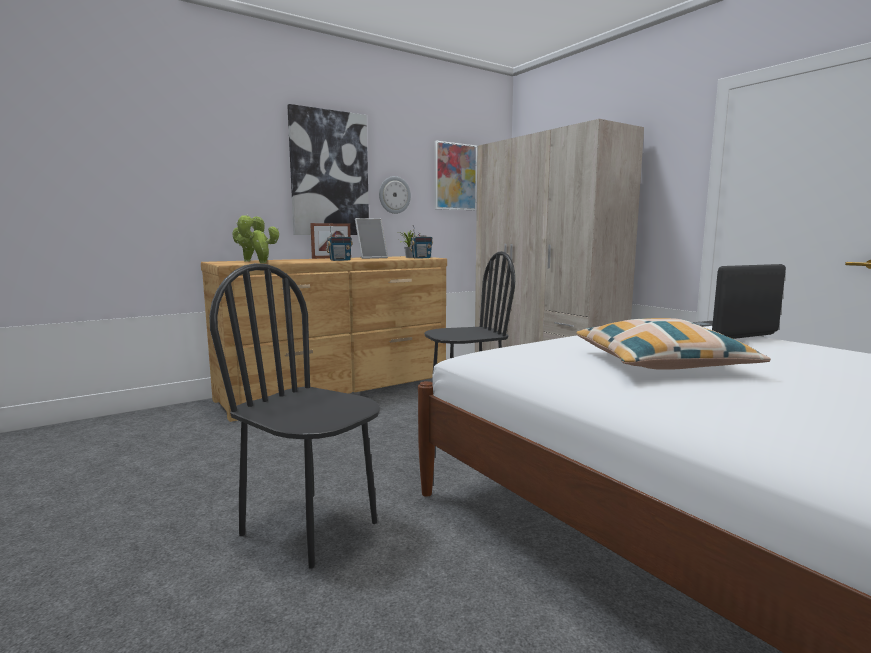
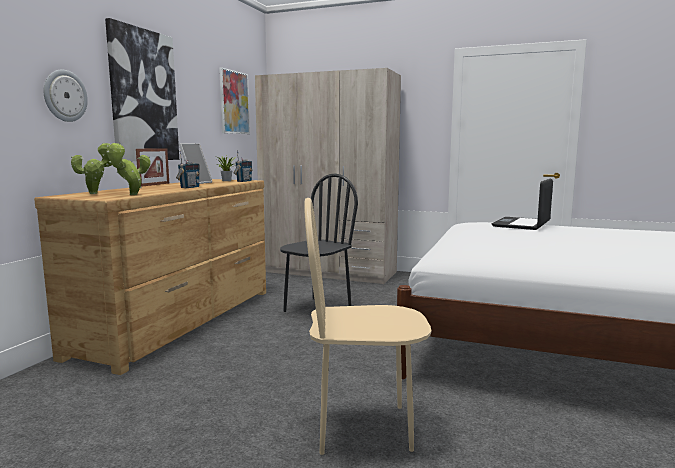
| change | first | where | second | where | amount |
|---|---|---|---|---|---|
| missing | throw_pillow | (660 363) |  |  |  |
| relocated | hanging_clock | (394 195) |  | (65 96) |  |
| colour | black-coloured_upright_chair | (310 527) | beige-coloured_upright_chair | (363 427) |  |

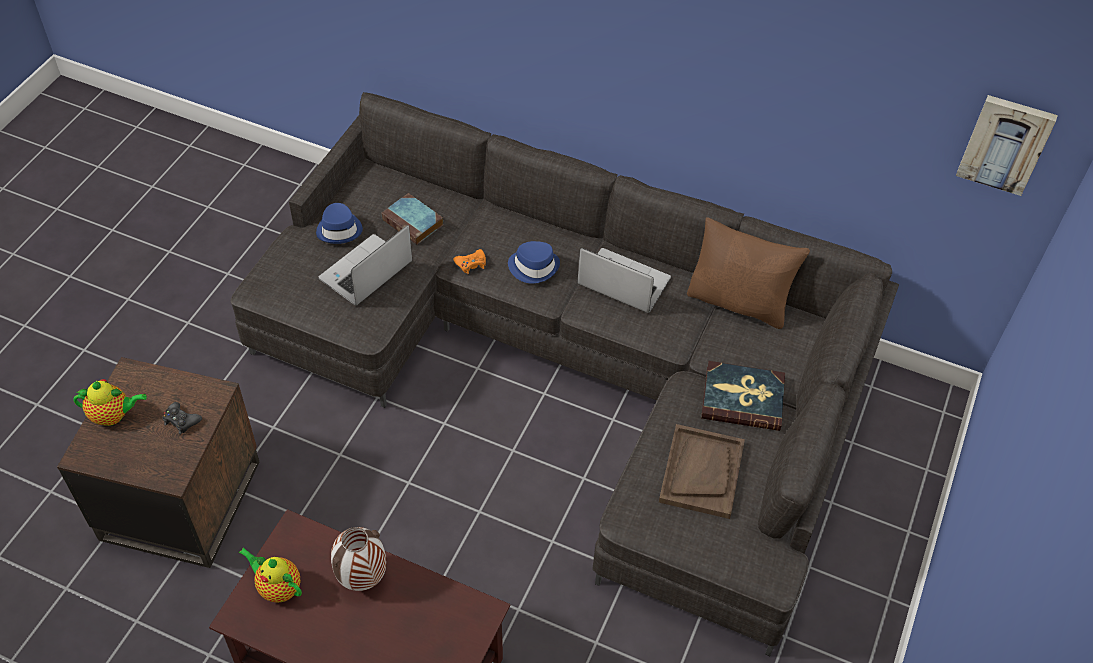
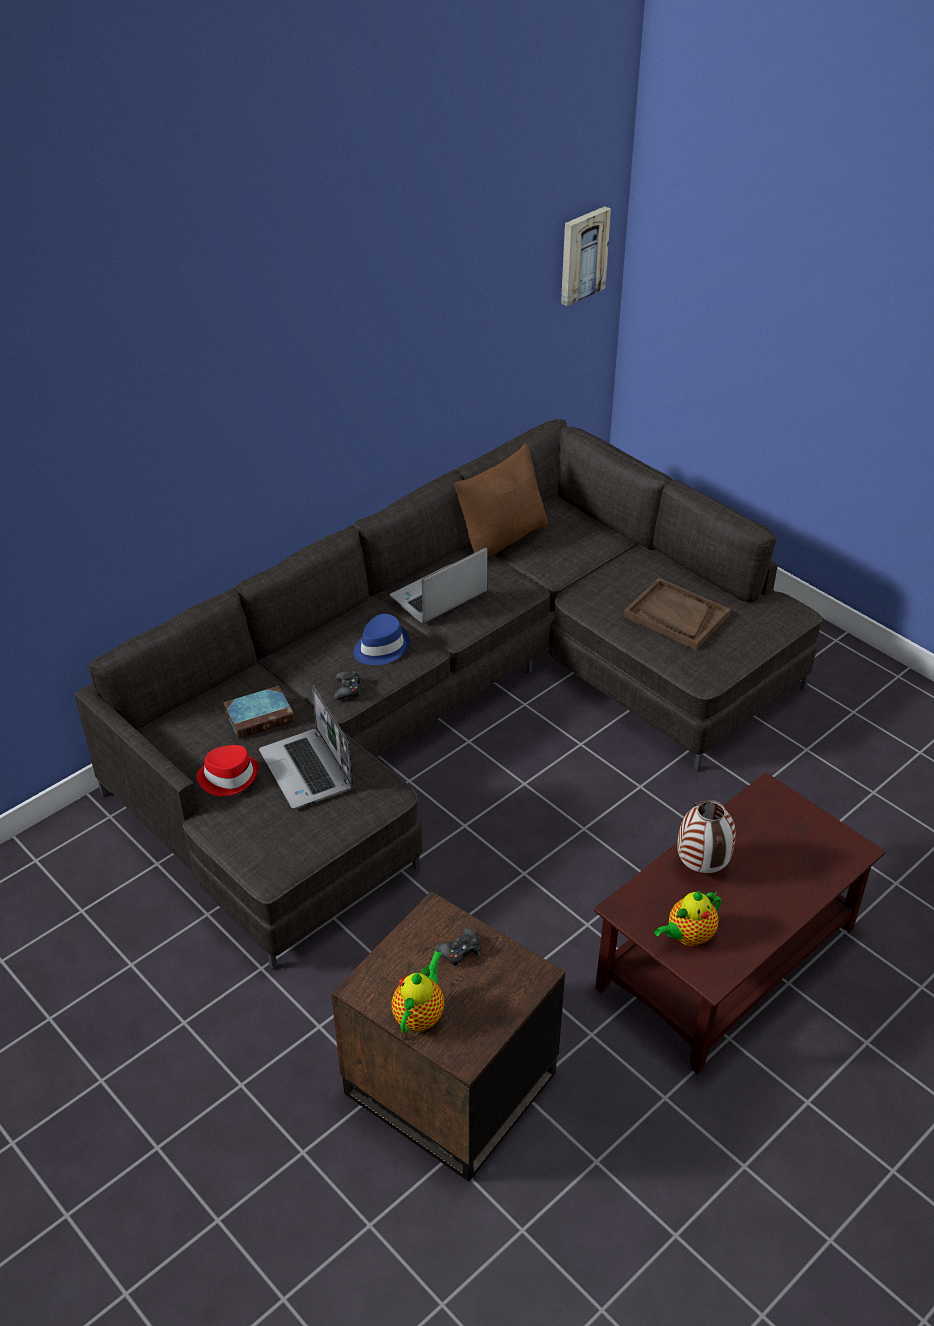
| change | first | where | second | where | amount |
|---|---|---|---|---|---|
| missing | book | (742 398) |  |  |  |
| colour | blue_clothing_hat | (340 229) | red_clothing_hat | (229 776) |  |
| colour | orangey_game_controller | (471 264) | black-coloured_game_controller | (348 689) |  |

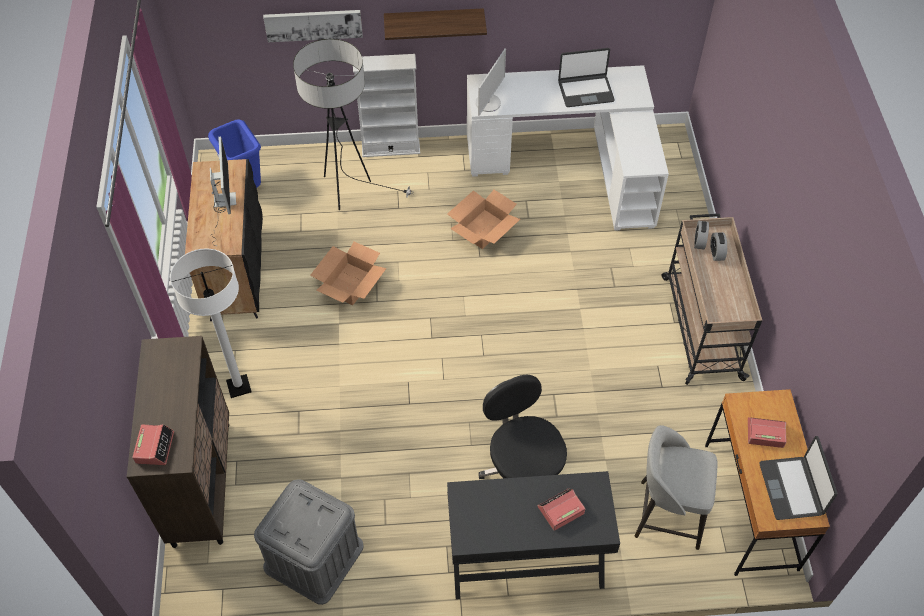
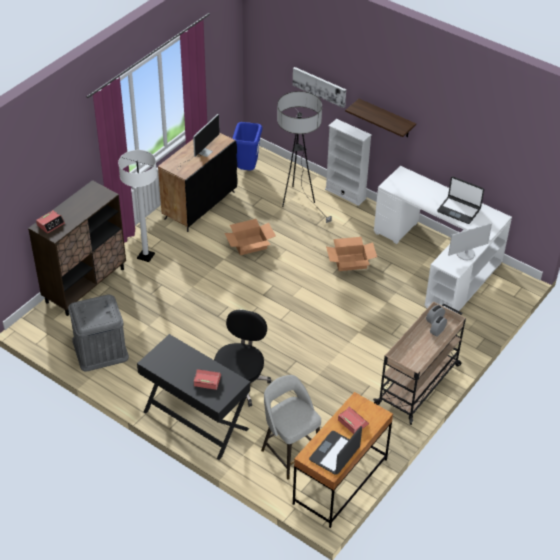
| change | first | where | second | where | amount |
|---|---|---|---|---|---|
| relocated | computer_display | (488 103) |  | (466 254) |  |

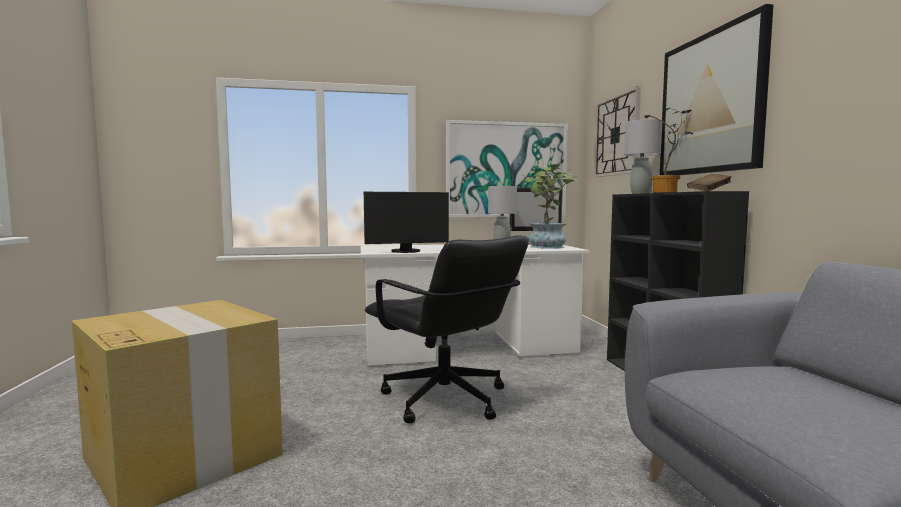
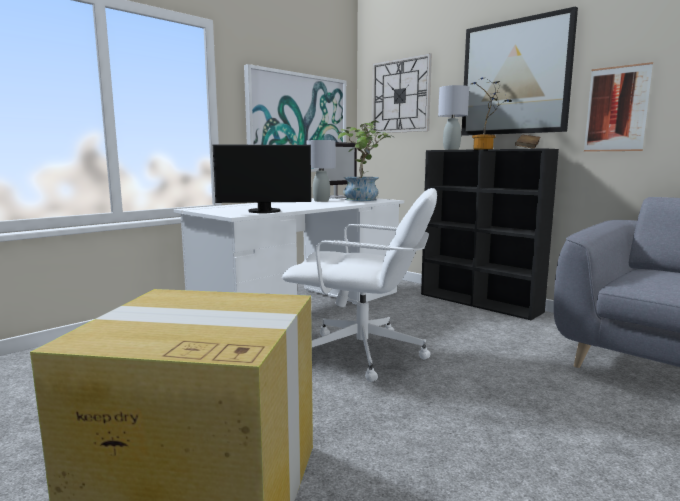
| change | first | where | second | where | amount |
|---|---|---|---|---|---|
| appeared |  |  | picture | (616 109) |  |
| colour | black-coloured_office_chair | (445 400) | white_office_chair | (364 354) |  |
| spun | computer_display | (406 251) |  | (264 211) | 45 degrees clockwise |

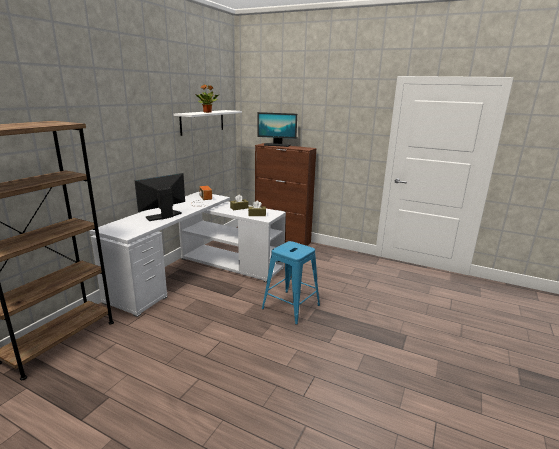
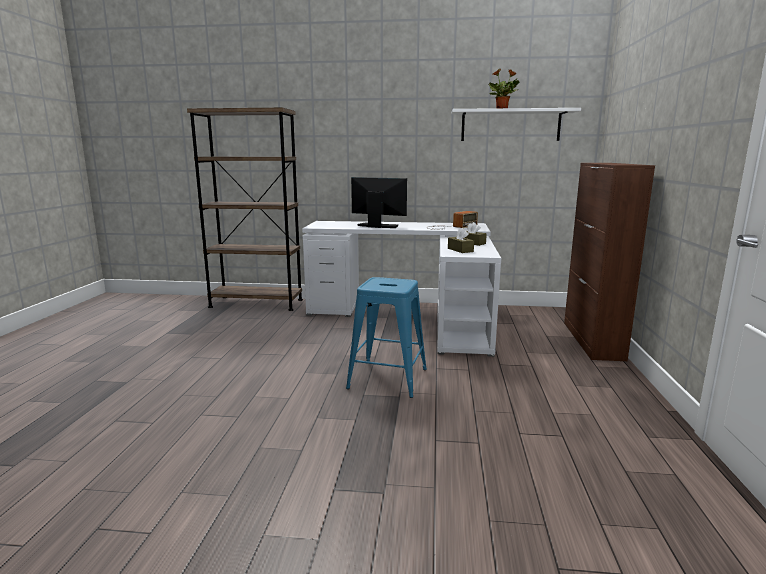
| change | first | where | second | where | amount |
|---|---|---|---|---|---|
| missing | computer_display | (276 145) |  |  |  |

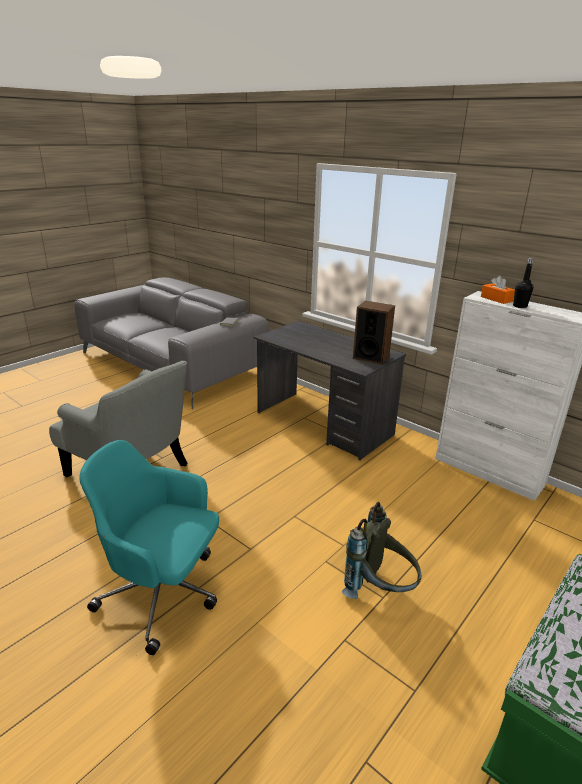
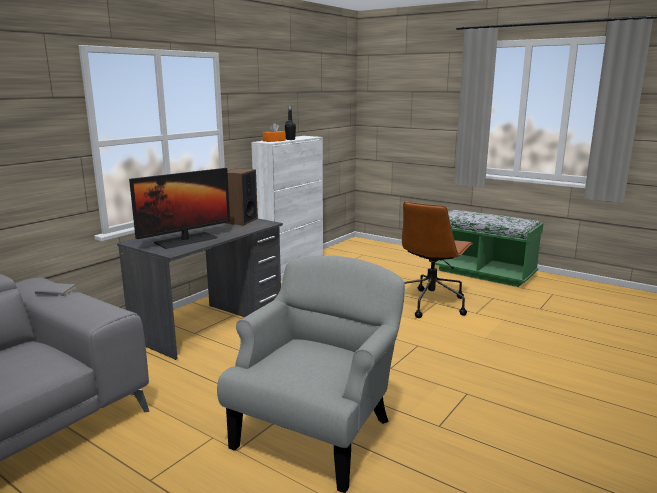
| change | first | where | second | where | amount |
|---|---|---|---|---|---|
| missing | turquoise_office_chair | (163 594) |  |  |  |
| appeared |  |  | computer_display | (186 240) |  |
| exchanged | gray_backpack | (380 591) | brown-coloured_office_chair | (431 303) |  |

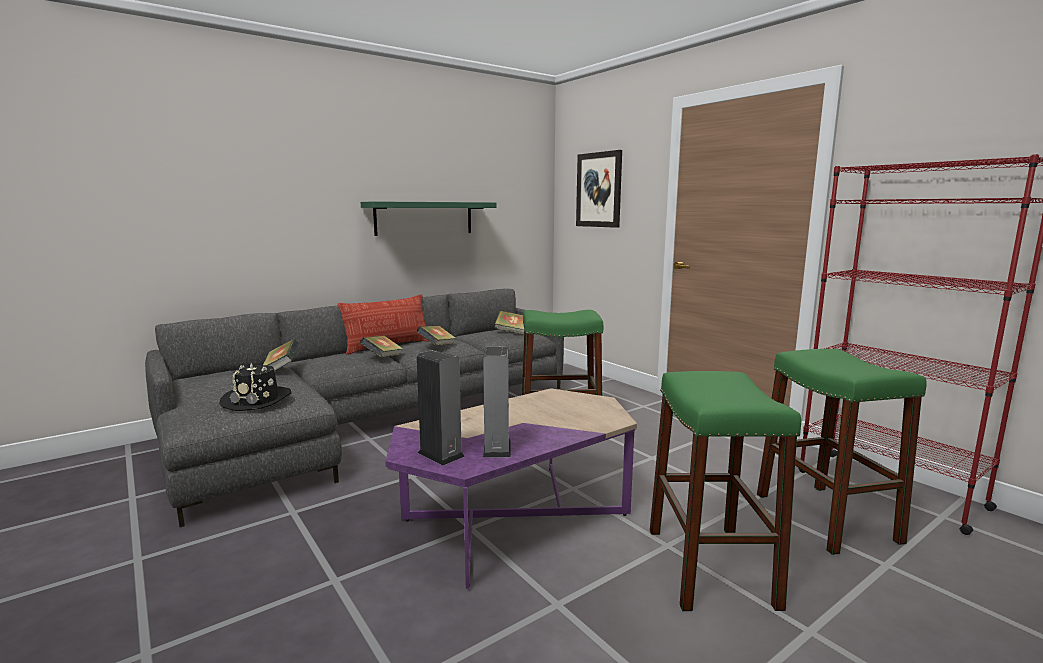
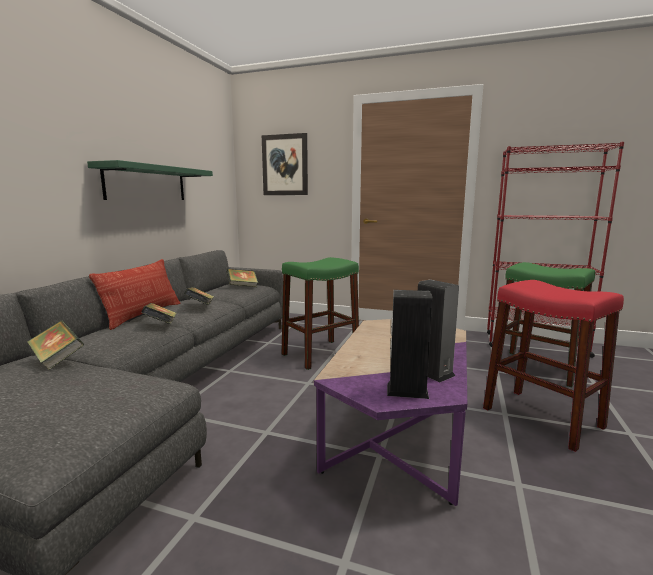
| change | first | where | second | where | amount |
|---|---|---|---|---|---|
| missing | black-coloured_clothing_hat | (257 400) |  |  |  |
| colour | greenish_stool_seat | (710 566) | red_stool_seat | (542 417) |  |

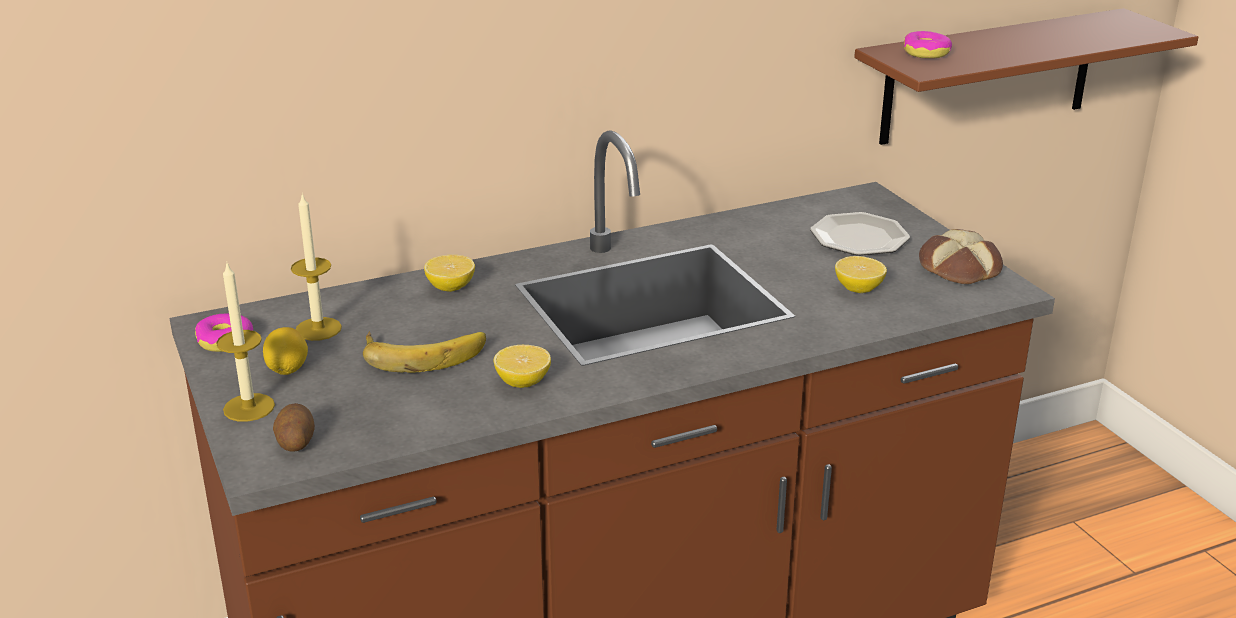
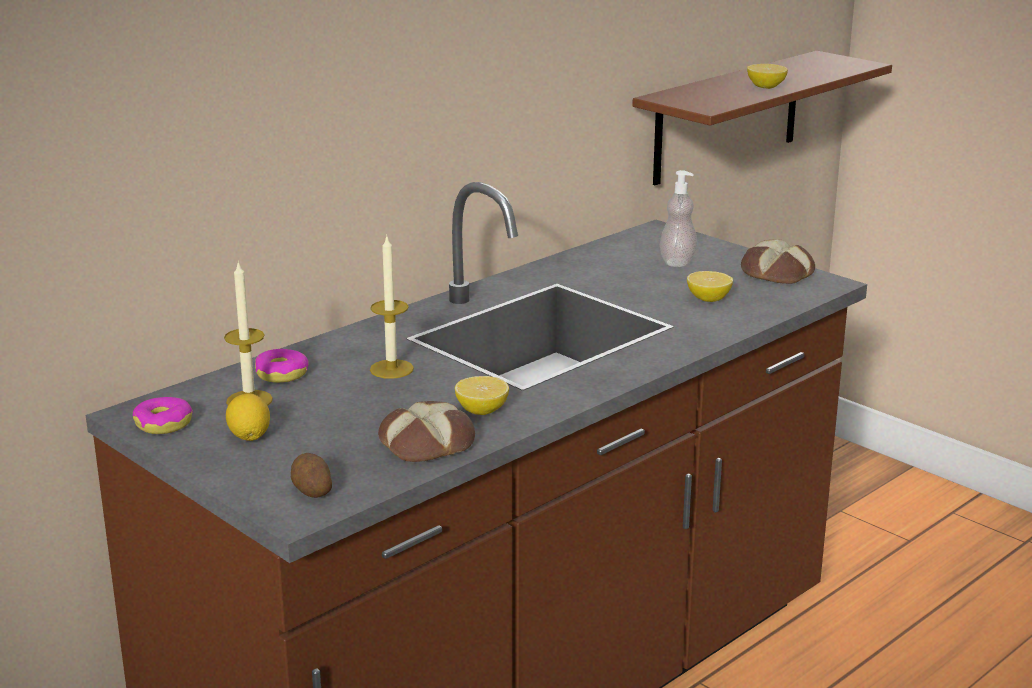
| change | first | where | second | where | amount |
|---|---|---|---|---|---|
| missing | banana | (424 352) |  |  |  |
| appeared |  |  | bakery_bread | (426 443) |  |
| relocated | candle | (249 407) |  | (391 369) |  |
| relocated | whole_lemon | (450 287) |  | (766 87) |  |
| relocated | doughnut | (926 53) |  | (282 374) |  |
| exchanged | plate | (859 238) | soap_bottle | (677 262) |  |

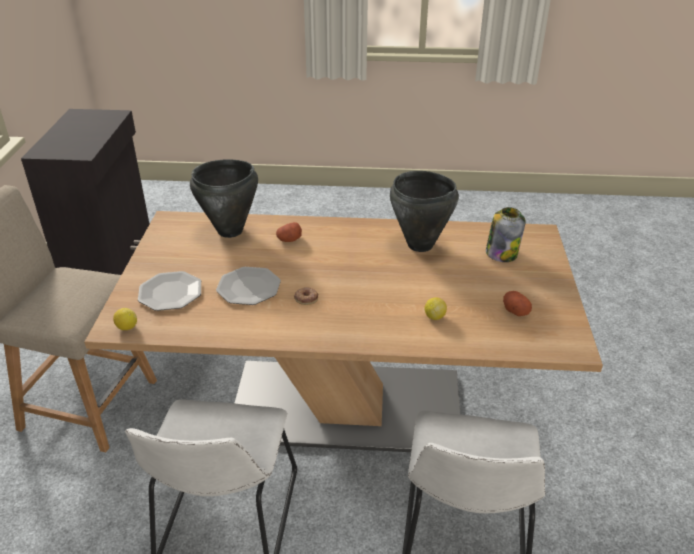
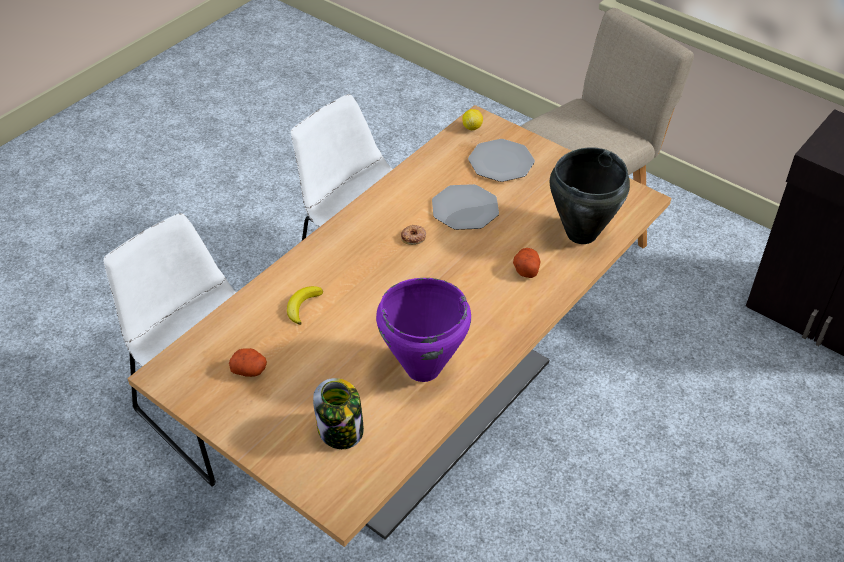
| change | first | where | second | where | amount |
|---|---|---|---|---|---|
| exchanged | whole_lemon | (434 316) | banana | (302 306) |  |
| colour | black-coloured_saucepot | (420 245) | purple-coloured_saucepot | (422 368) |  |

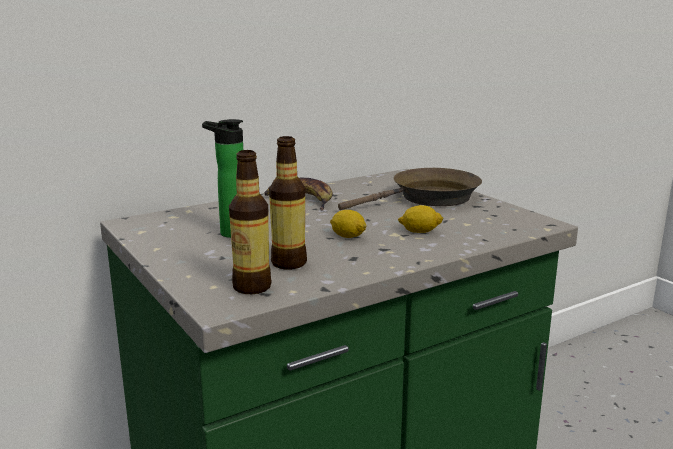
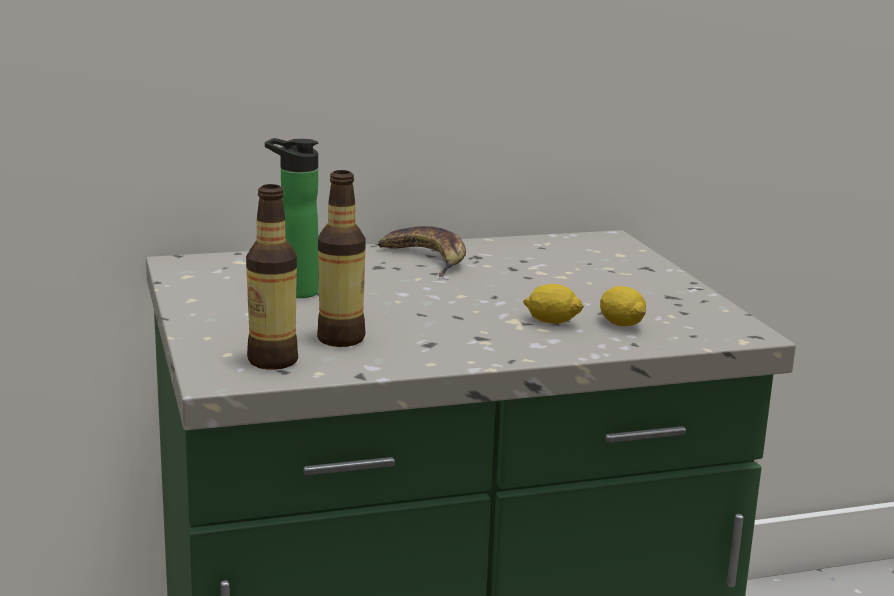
| change | first | where | second | where | amount |
|---|---|---|---|---|---|
| missing | brown-coloured_frying_pan | (429 198) |  |  |  |
| relocated | whole_lemon | (348 236) |  | (621 324) |  |

